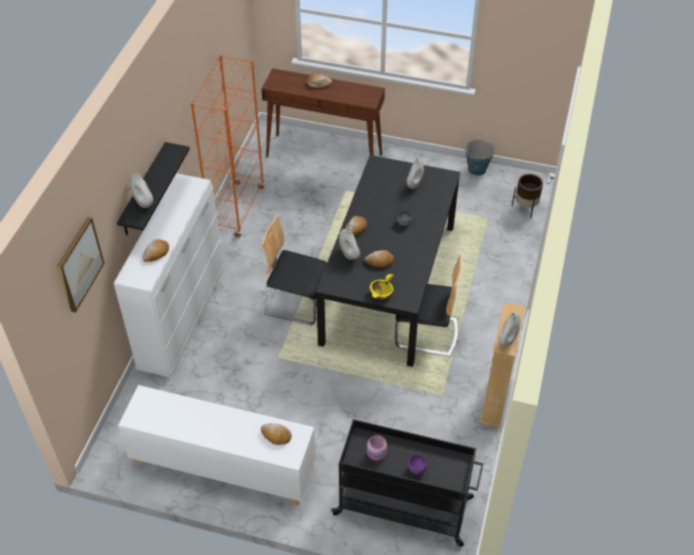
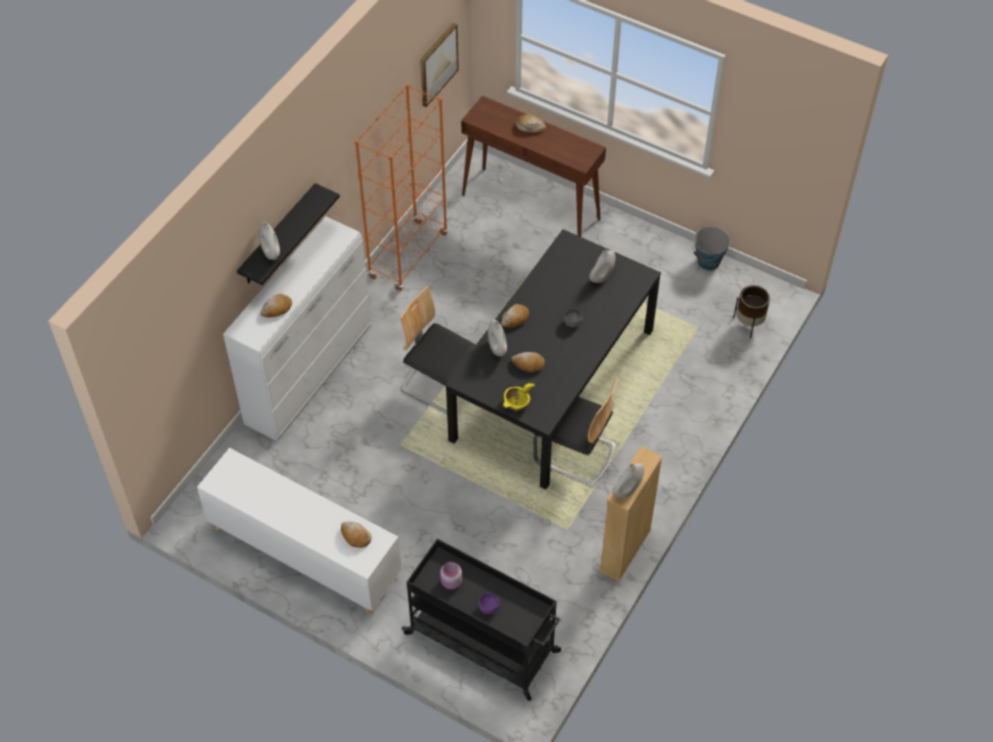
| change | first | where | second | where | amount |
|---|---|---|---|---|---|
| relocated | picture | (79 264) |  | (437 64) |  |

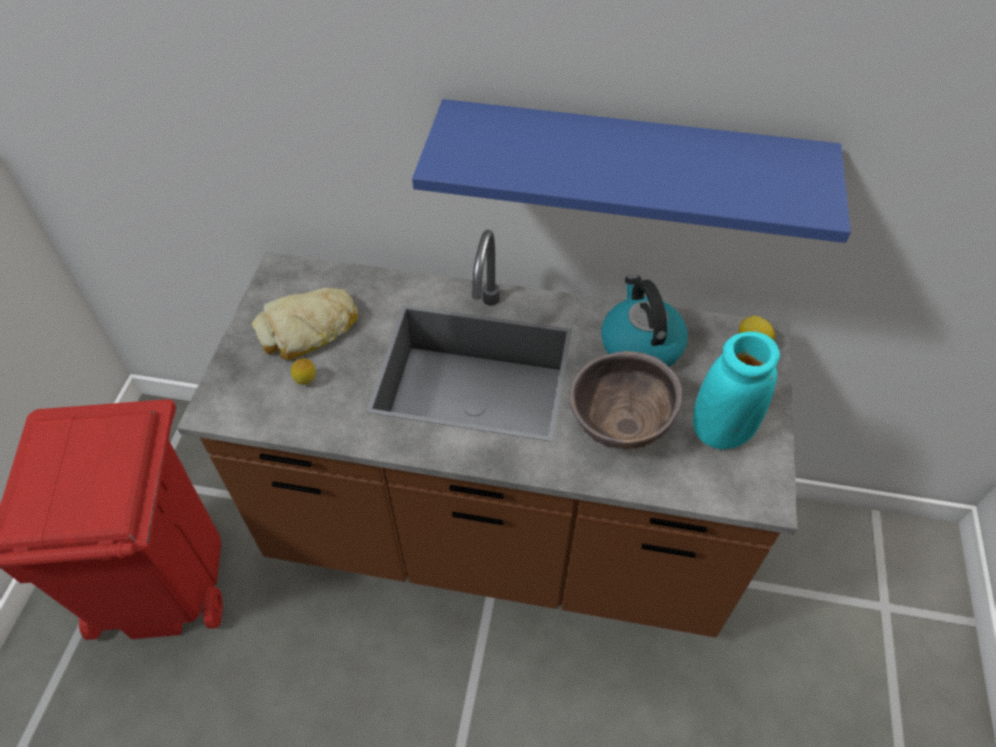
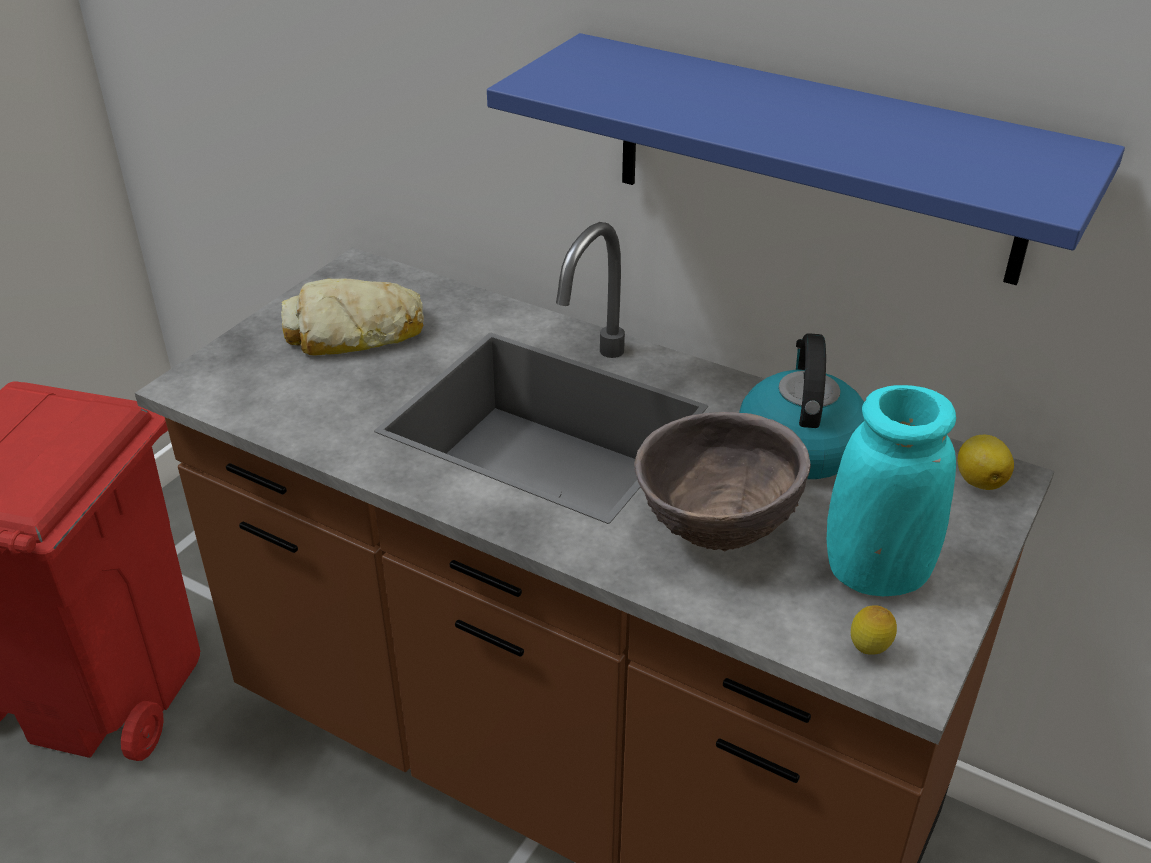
| change | first | where | second | where | amount |
|---|---|---|---|---|---|
| relocated | whole_lemon | (306 382) |  | (868 651) |  |

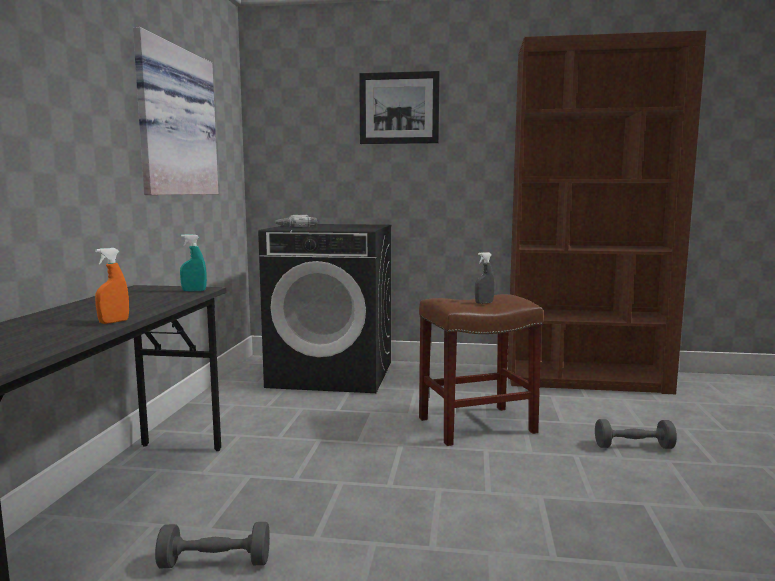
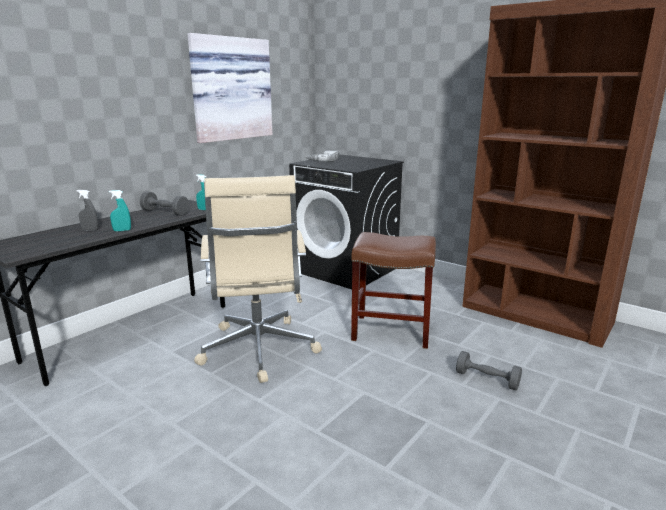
| change | first | where | second | where | amount |
|---|---|---|---|---|---|
| missing | picture | (399 108) |  |  |  |
| appeared |  |  | beige-coloured_office_chair | (258 351) |  |
| relocated | gray_dumbbell | (215 563) |  | (165 212) |  |
| relocated | gray_sprayer | (484 303) |  | (90 230) |  |
| colour | orangey_sprayer | (114 322) | turquoise_sprayer | (122 230) |  |

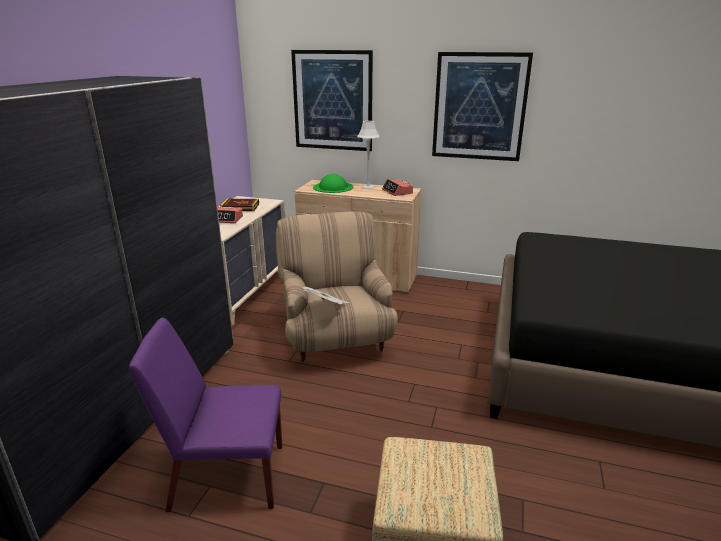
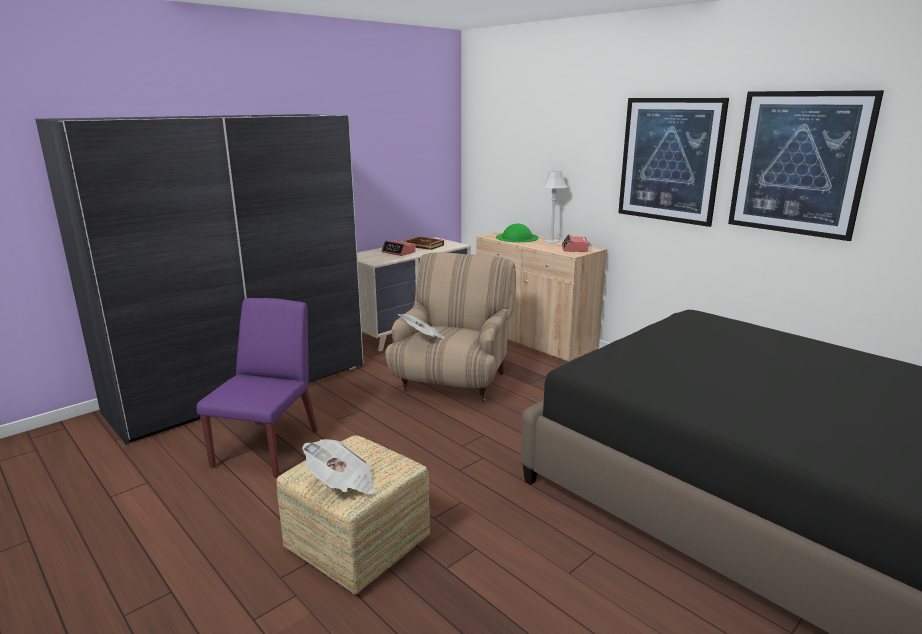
| change | first | where | second | where | amount |
|---|---|---|---|---|---|
| appeared |  |  | newspaper | (342 483) |  |
| relocated | picture | (332 101) |  | (798 163) |  |
| spun | purple-coloured_upright_chair | (226 477) |  | (267 447) | 75 degrees clockwise |

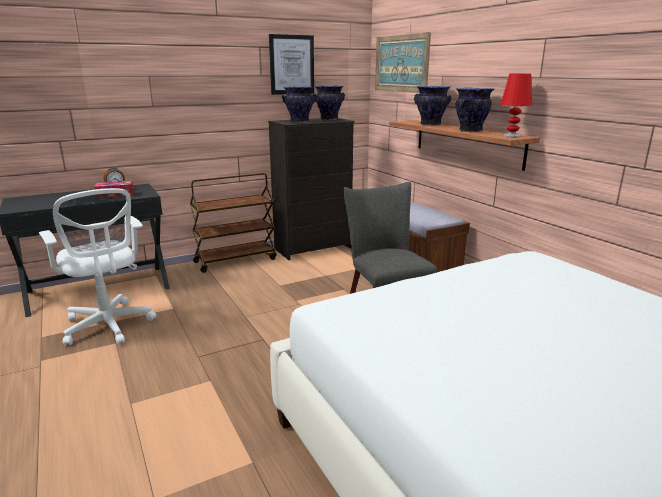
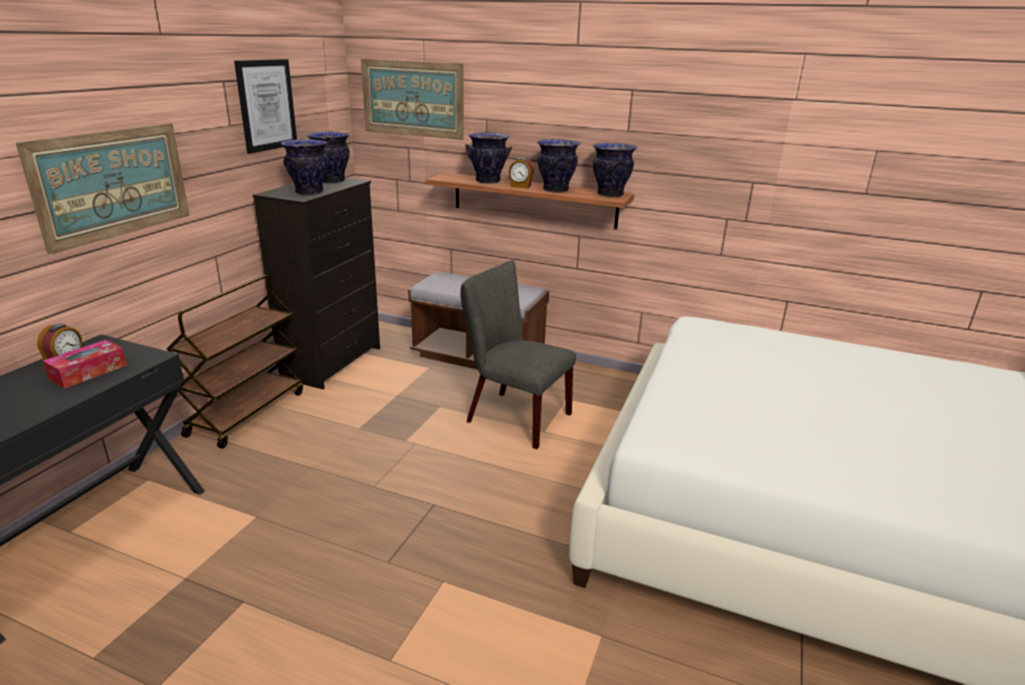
| change | first | where | second | where | amount |
|---|---|---|---|---|---|
| missing | white_office_chair | (109 327) |  |  |  |
| appeared |  |  | picture | (112 183) |  |
| appeared |  |  | table_clock | (520 186) |  |
| exchanged | red_lamp_for_a_table | (512 136) | flower_vase | (609 194) |  |

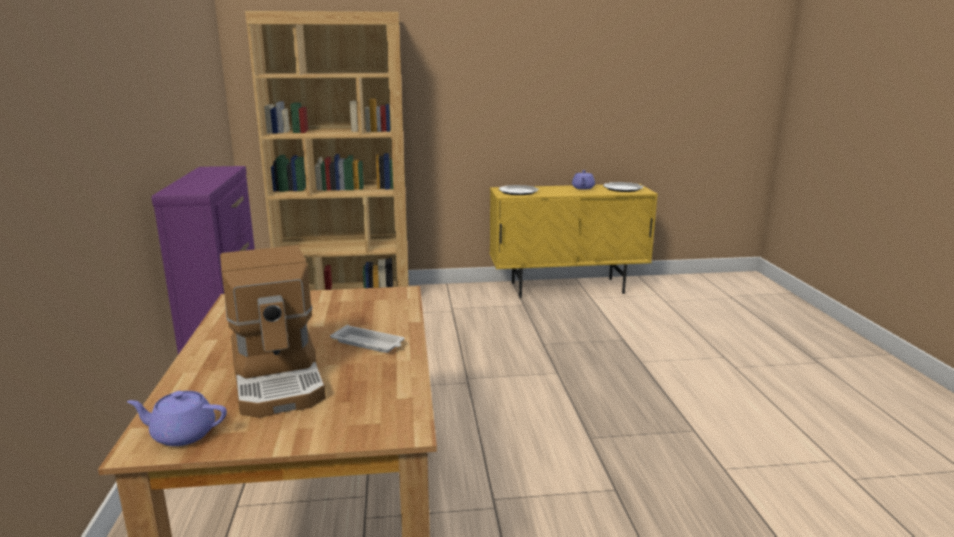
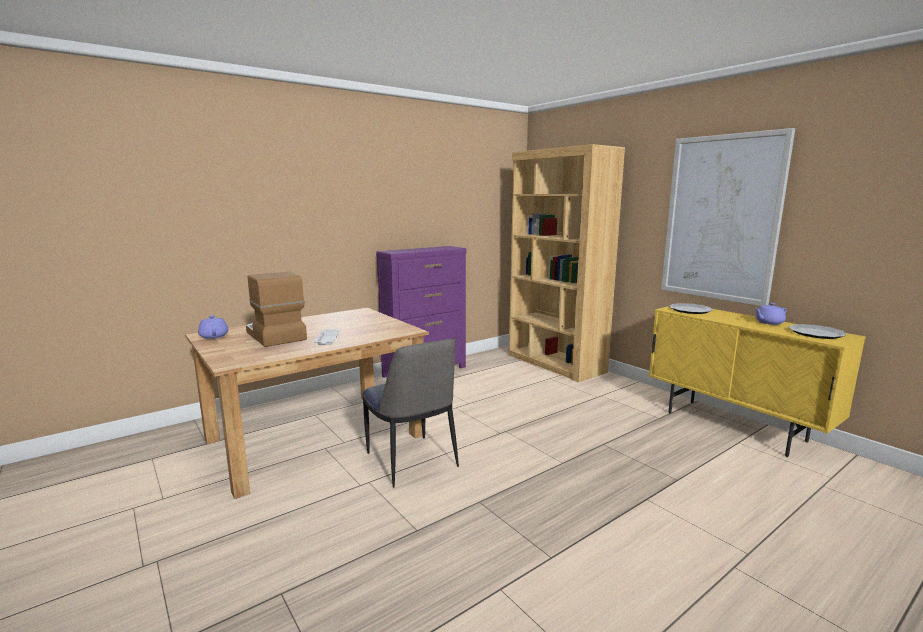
| change | first | where | second | where | amount |
|---|---|---|---|---|---|
| appeared |  |  | upright_chair | (412 462) |  |
| appeared |  |  | picture | (721 218) |  |
| spun | coffee_brewer | (279 378) |  | (274 336) | 105 degrees clockwise |

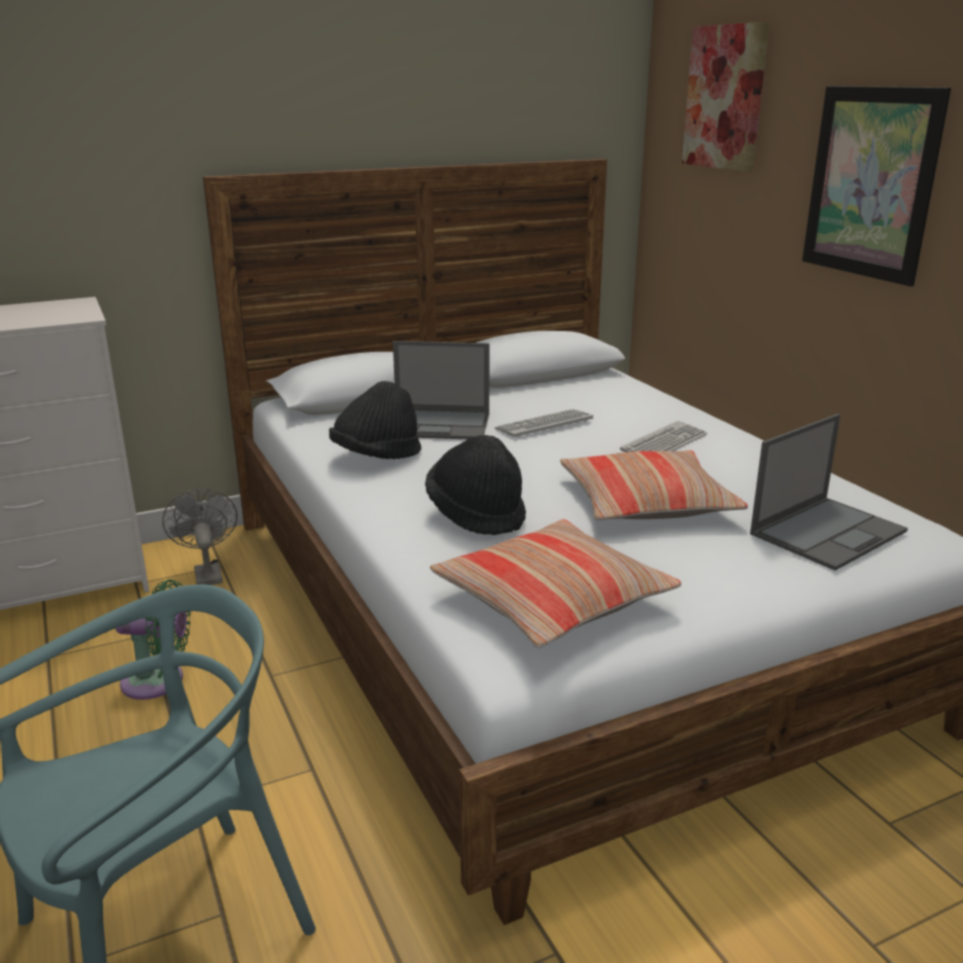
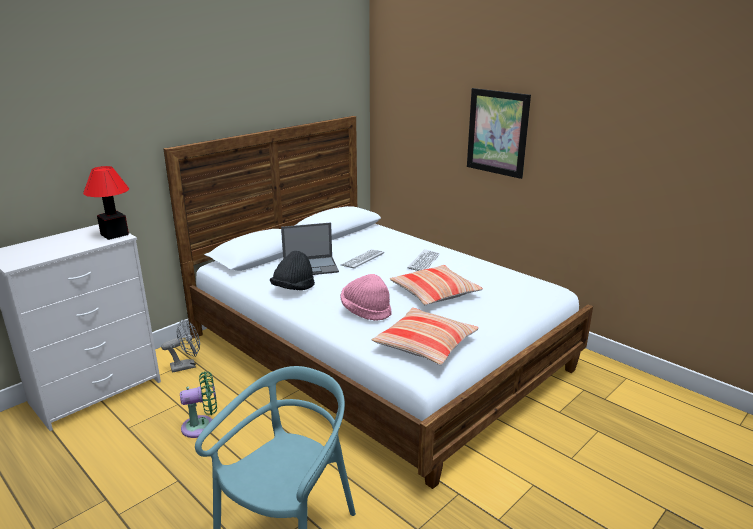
| change | first | where | second | where | amount |
|---|---|---|---|---|---|
| missing | picture | (725 97) |  |  |  |
| missing | portable_computer | (828 532) |  |  |  |
| appeared |  |  | lamp_for_a_table | (115 234) |  |
| colour | black-coloured_clothing_hat | (477 514) | pinkish_clothing_hat | (366 311) |  |
| spun | gray_cooling_fan | (207 573) |  | (187 366) | 105 degrees clockwise |

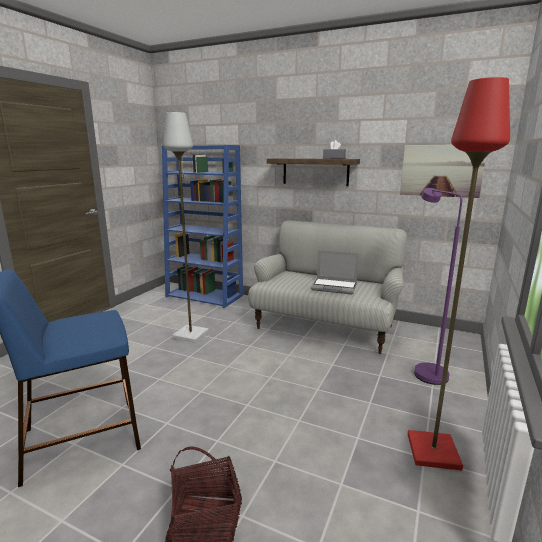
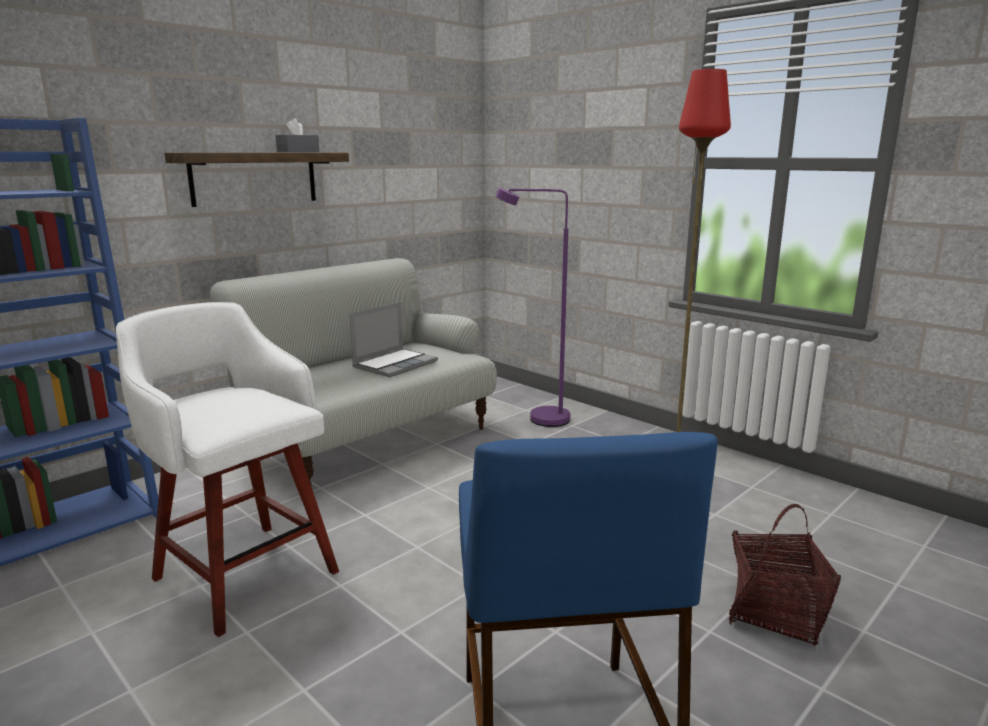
| change | first | where | second | where | amount |
|---|---|---|---|---|---|
| missing | picture | (441 170) |  |  |  |
| exchanged | gray_floor_lamp | (191 334) | white_stool_seat | (243 572) |  |

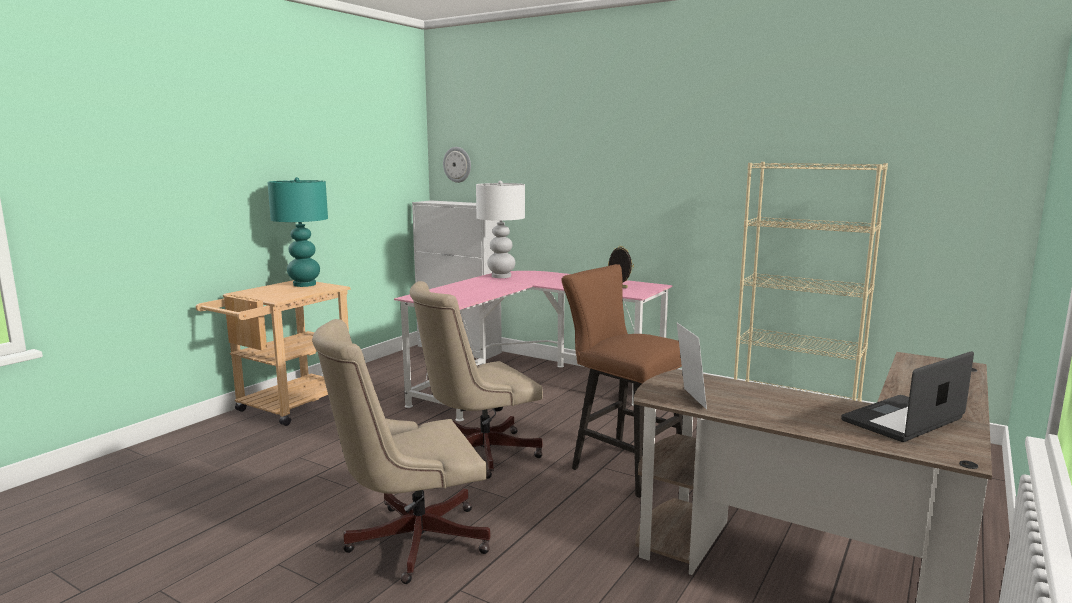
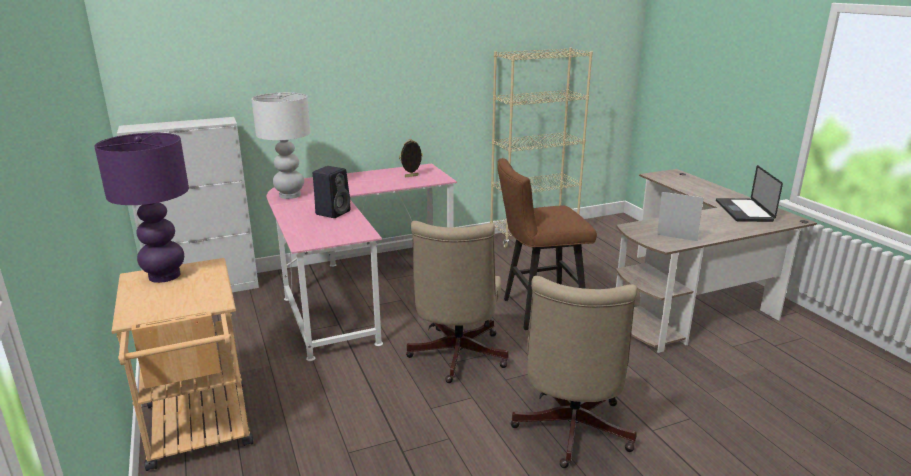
| change | first | where | second | where | amount |
|---|---|---|---|---|---|
| missing | hanging_clock | (457 164) |  |  |  |
| appeared |  |  | black-coloured_audio_speaker | (333 212) |  |
| colour | turquoise_lamp_for_a_table | (304 284) | purple-coloured_lamp_for_a_table | (164 276) |  |

